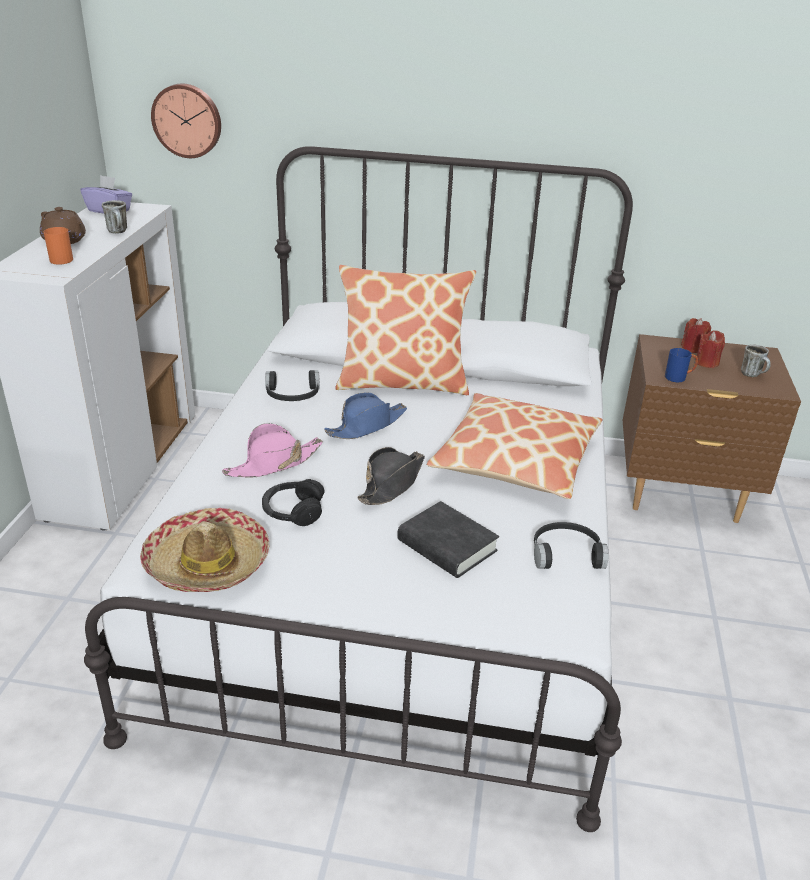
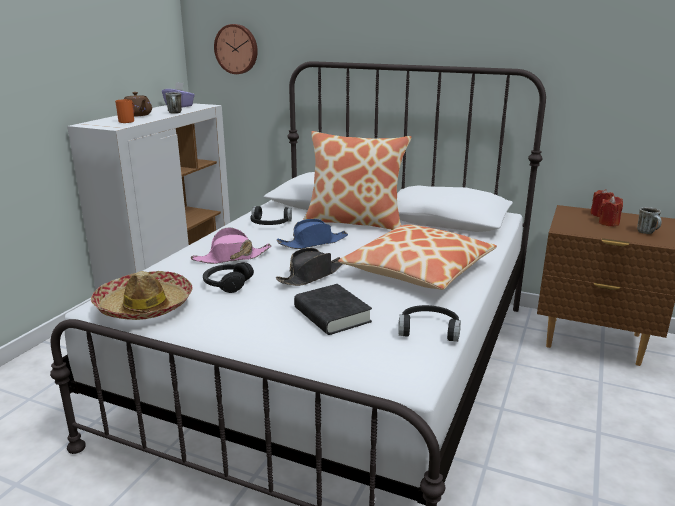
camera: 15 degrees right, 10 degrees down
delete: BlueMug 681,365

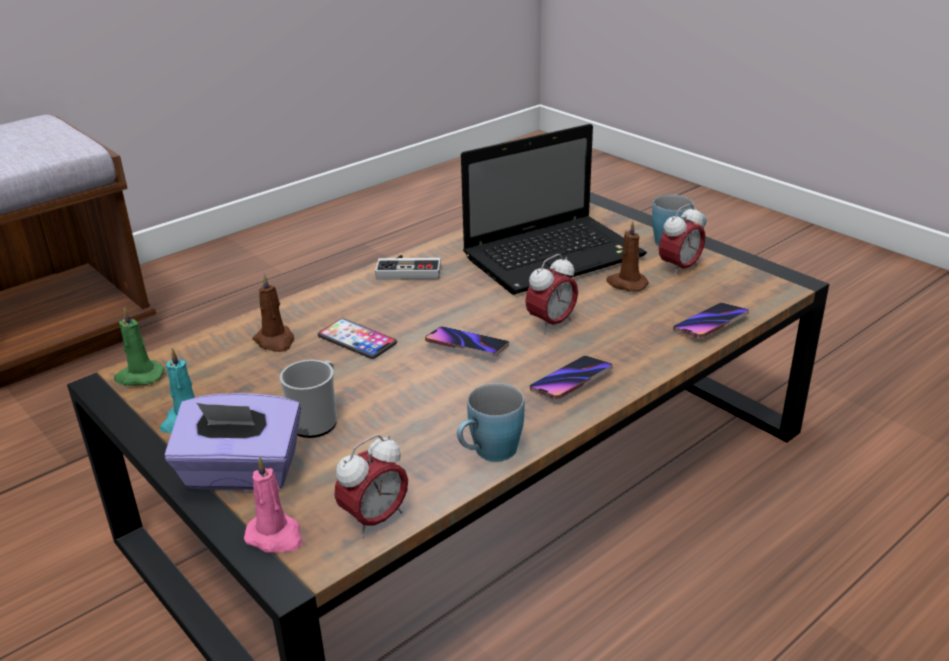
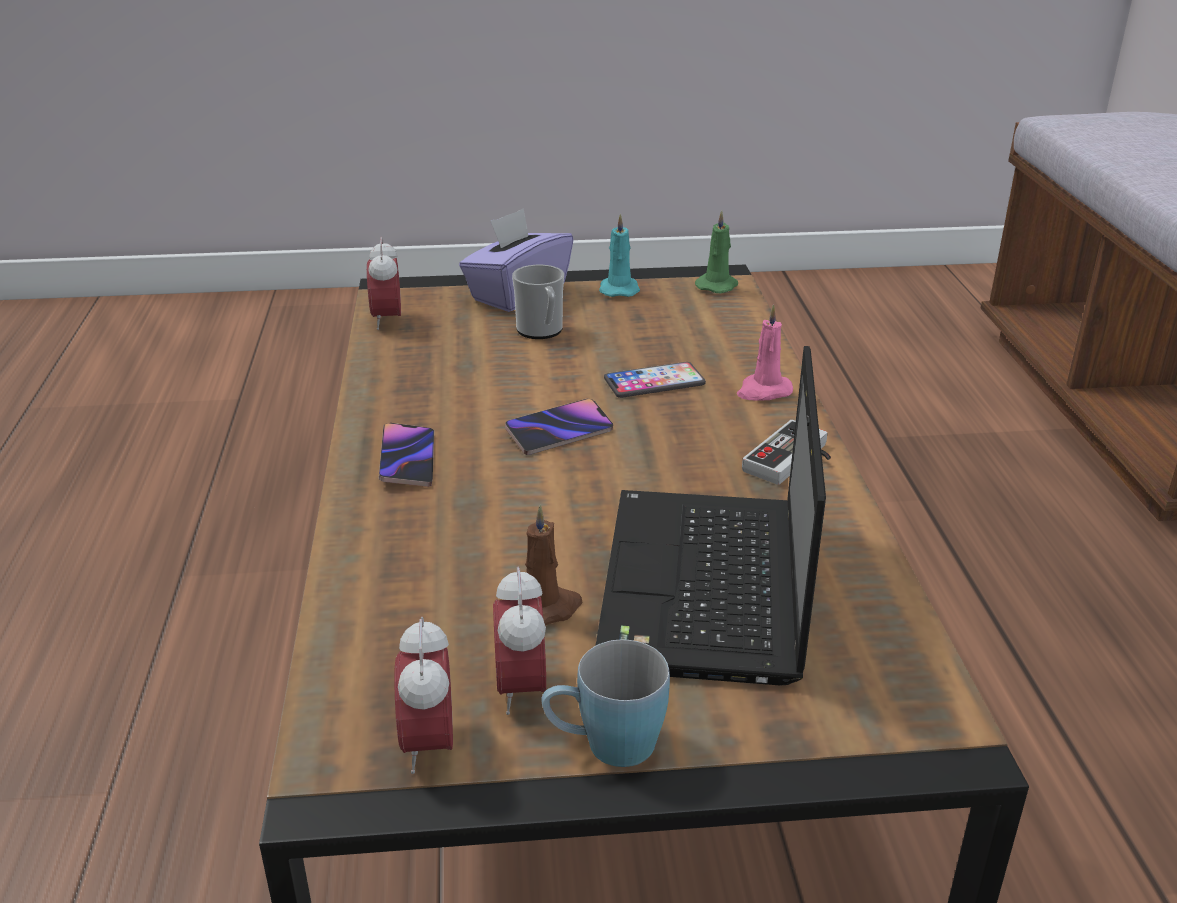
camera: 125 degrees right, 0 degrees up
delete: BrownColouredCandle 273,312; BlueMug 491,422; Phone 711,320
move: PinkColouredCandle 273,504 to 765,352; AlarmClock 551,294 to 423,695

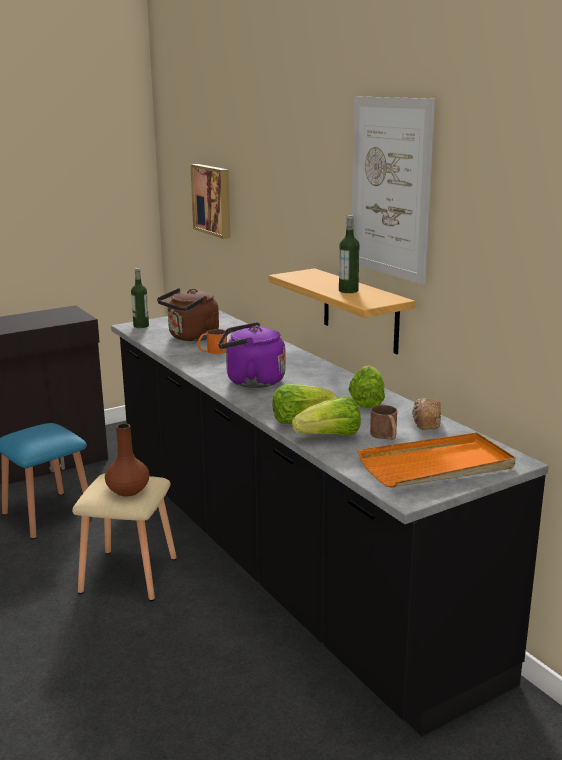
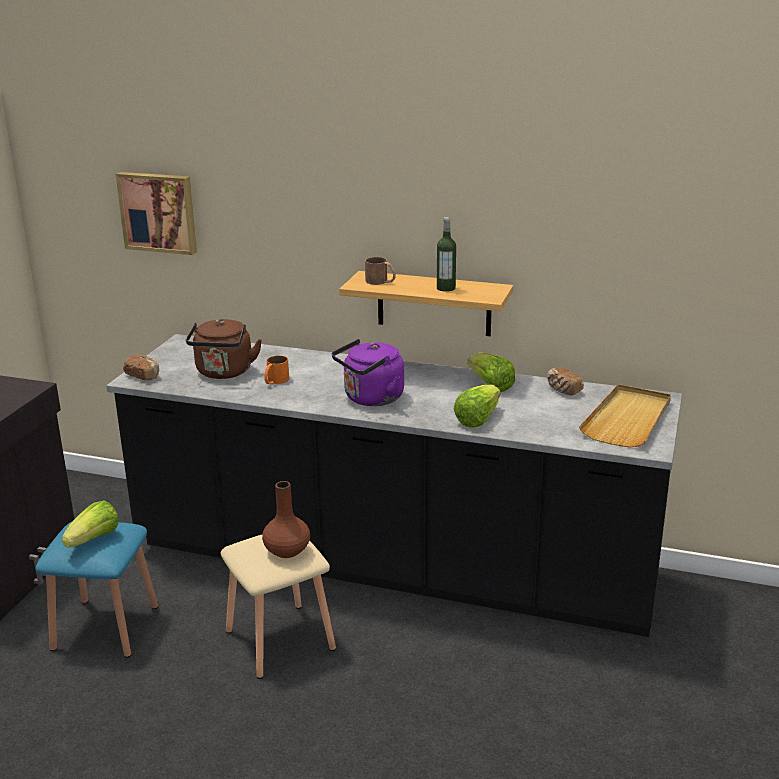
camera: 40 degrees left, 5 degrees up
delete: WallArt 393,190
move: Lettuce 326,416 to 90,524; BrownColouredMug 383,422 to 380,271
replace: BeverageBottle 140,298 to Bread 141,367
recolor: OrangeColouredServingTray 437,460 to BeigeServingTray 625,416

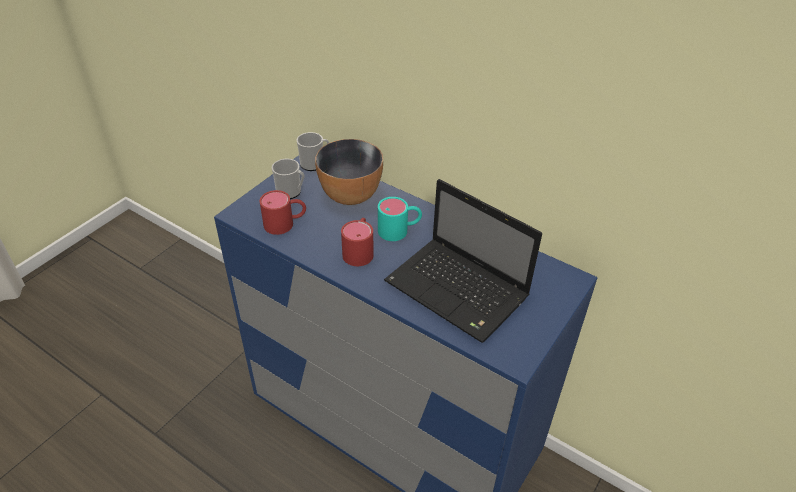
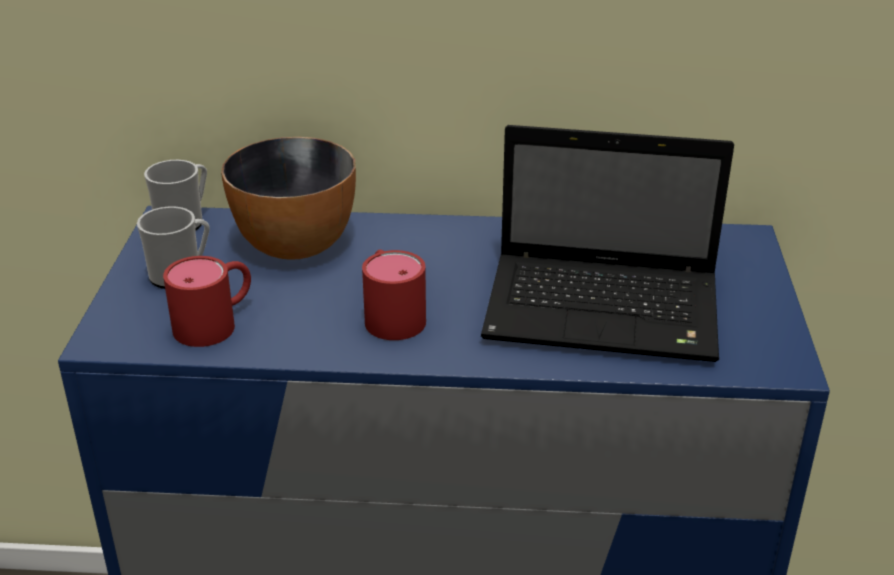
camera: 30 degrees left, 10 degrees down
delete: TurquoiseColouredMug 400,219

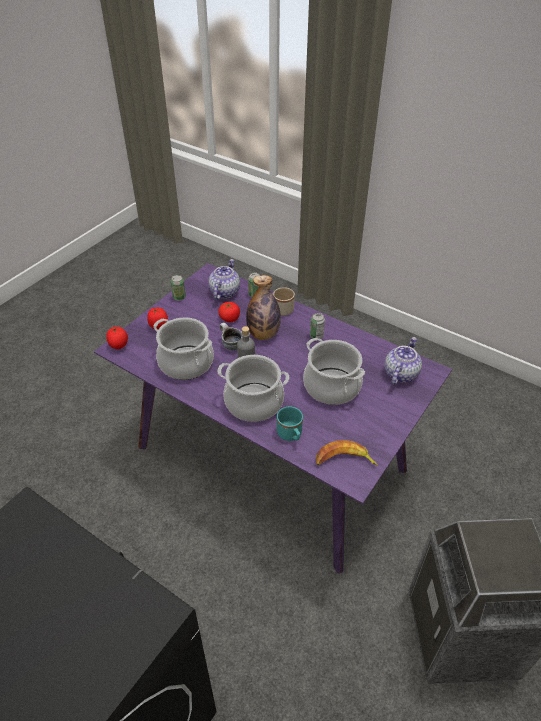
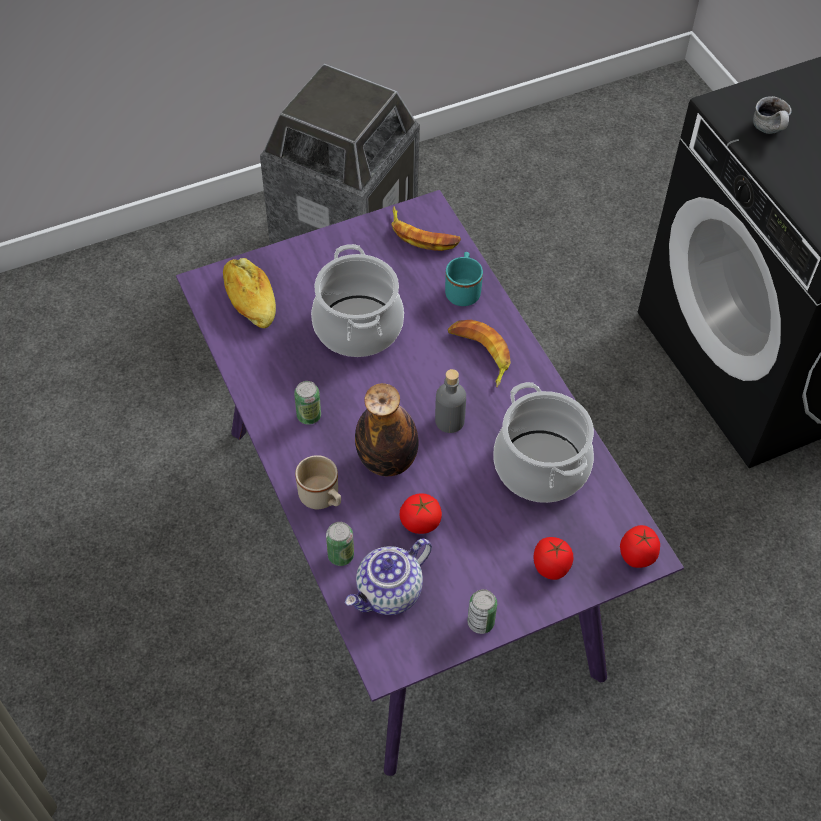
camera: 150 degrees left, 10 degrees up
move: Mug 231,336 to 772,115
replace: Saucepot 253,388 to WholeBanana 479,353; PotForTea 403,361 to Bread 249,293

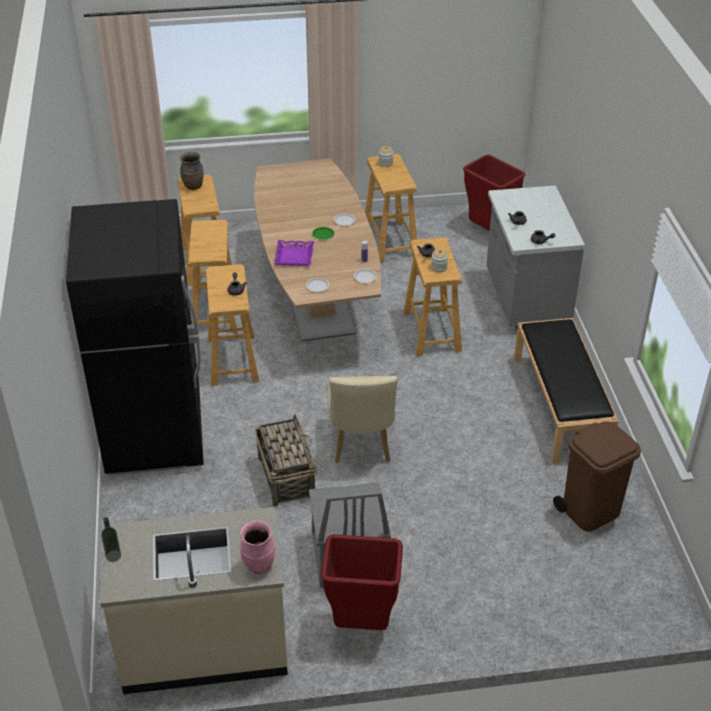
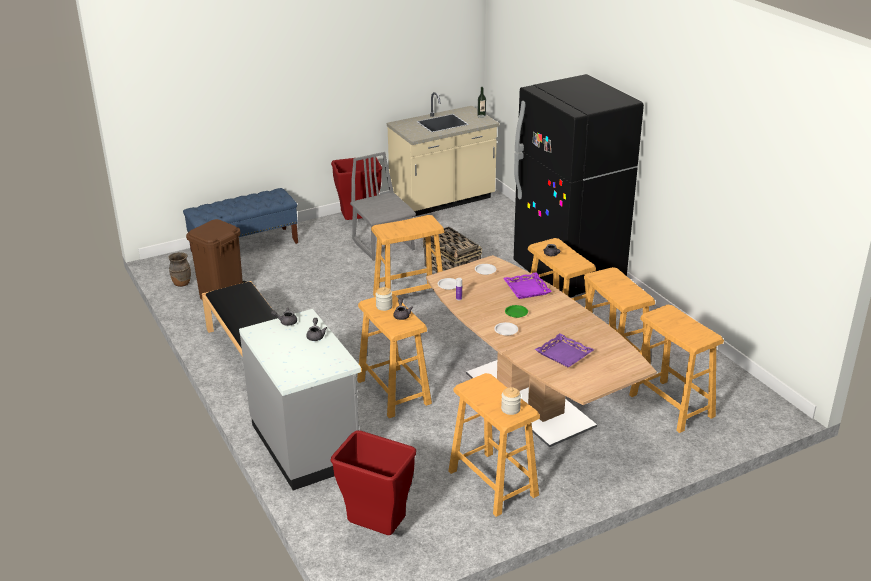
camera: 160 degrees right, 10 degrees down
delete: PinkColouredVase 257,547
insert: BlueLongSeat 240,220; PurpleServingTray 564,350
move: BrownColouredVase 192,171 to 179,269
replace: BeigeChair 363,419 to BeigeStool 407,259

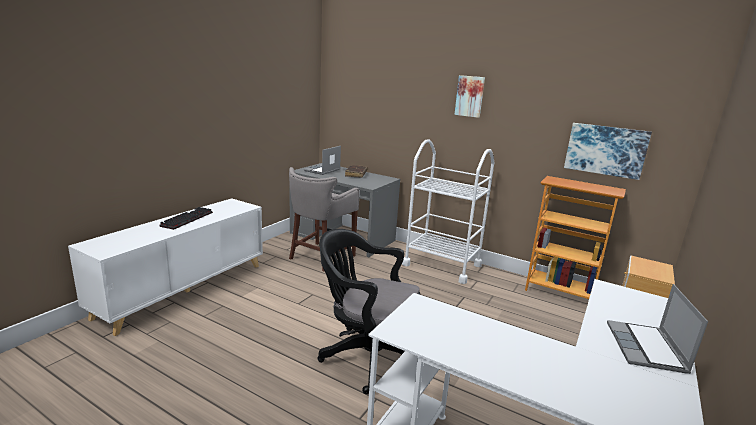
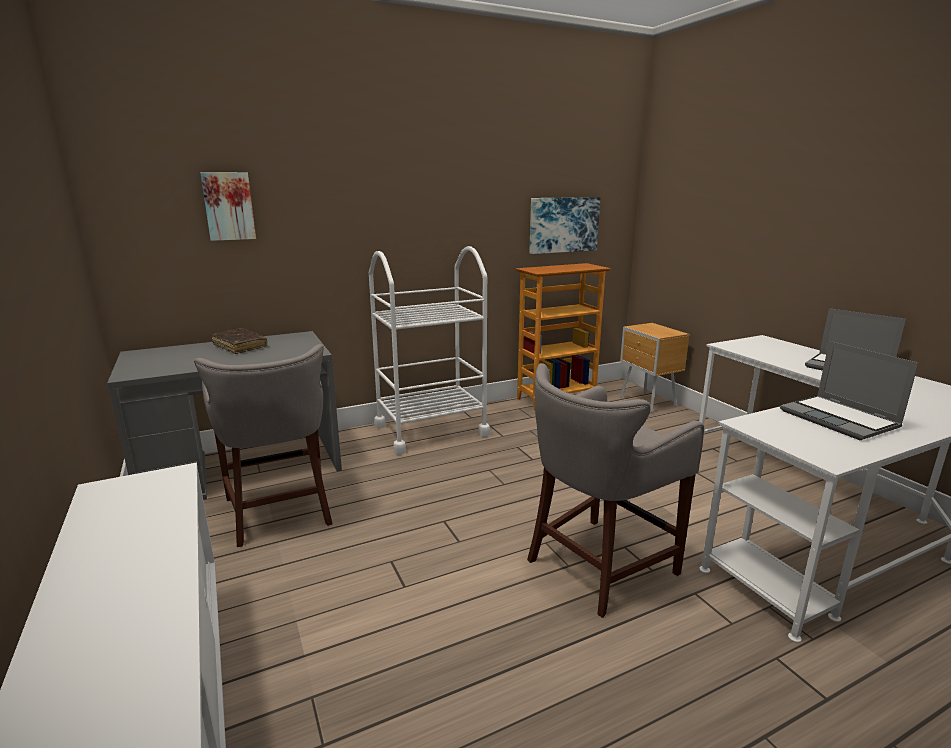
camera: 55 degrees left, 0 degrees up
delete: PcKeyboard 186,218
move: PortableComputer 322,160 to 849,390; WallArt 469,96 to 228,206
replace: BlackDeskChair 368,311 to GreyishStool 615,490

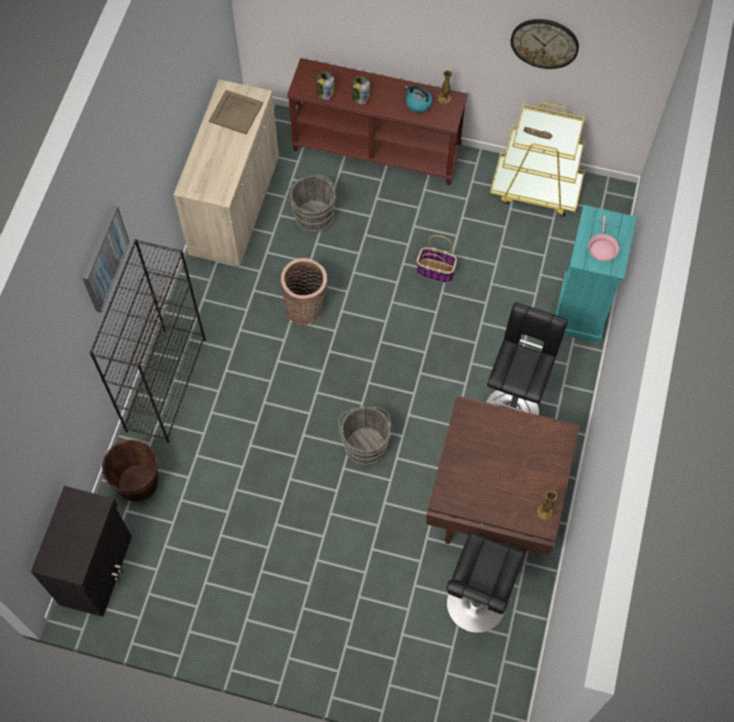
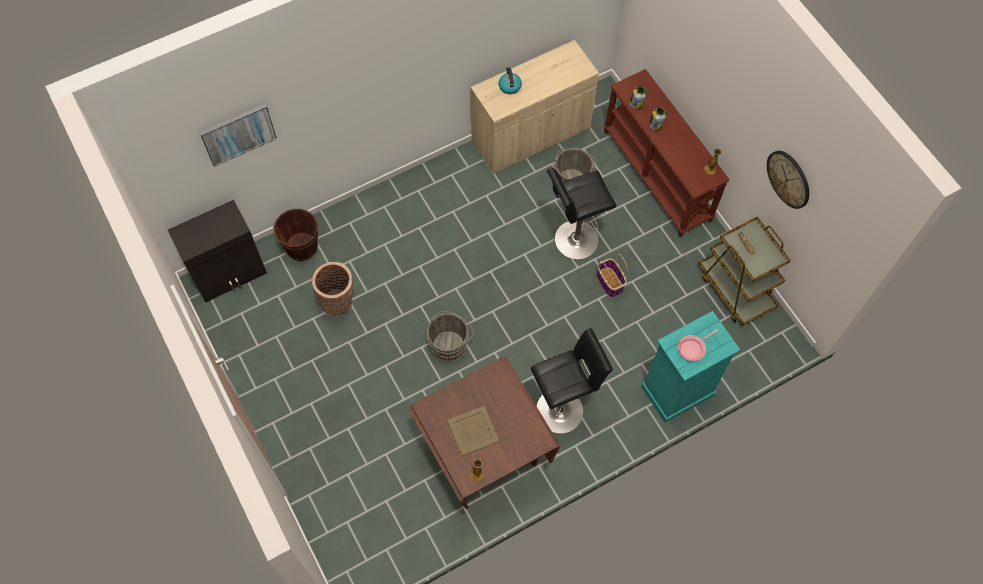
camera: 45 degrees right, 0 degrees up
delete: BlackBookcase 147,341
move: WallArt 106,259 to 238,135; BeigeServingTray 236,112 to 473,431; HouseholdBasket 304,291 to 332,289; Kettle 419,99 to 510,80; BlackStool 485,582 to 581,213
recolor: YellowTrolley 537,159 to BrownColouredTrolley 744,271

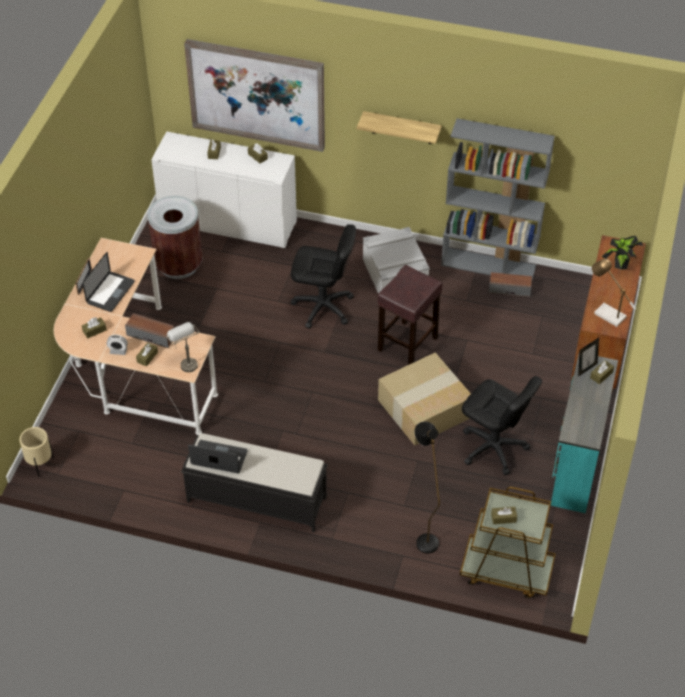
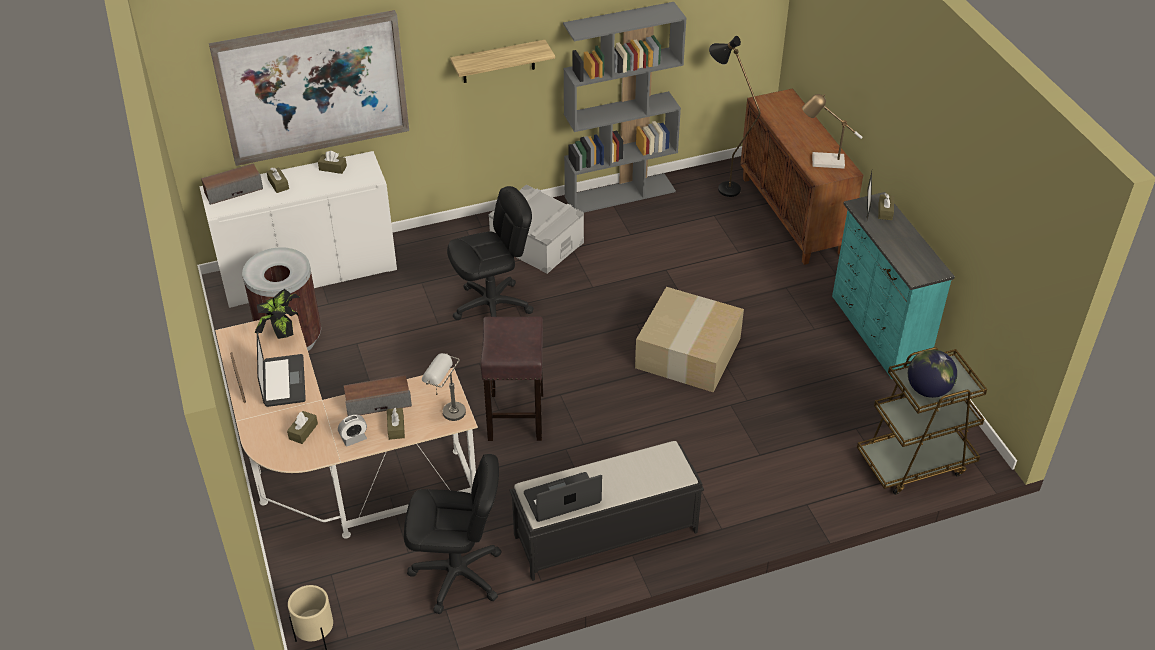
camera: 35 degrees left, 5 degrees down
move: BrownColouredStool 410,315 to 511,378; BlackStandardLamp 427,487 to 734,116; BlackDeskChair 502,425 to 453,534; AudioSpeaker 510,284 to 232,184; PlantInAPot 622,253 to 277,314
replace: BrownColouredTissueHolder 504,515 to DeskGlobe 932,373

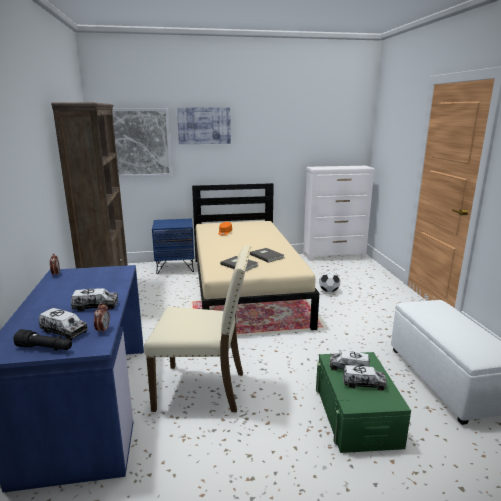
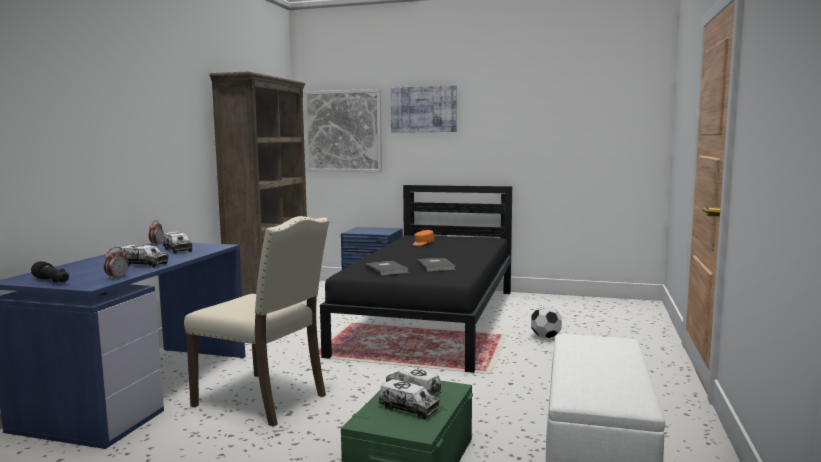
camera: 25 degrees right, 10 degrees down
delete: WhitishDrawerChest 339,213
move: ToyTruck 63,324 to 178,242
recolor: BeigeBed 255,256 to BlackBed 416,279

